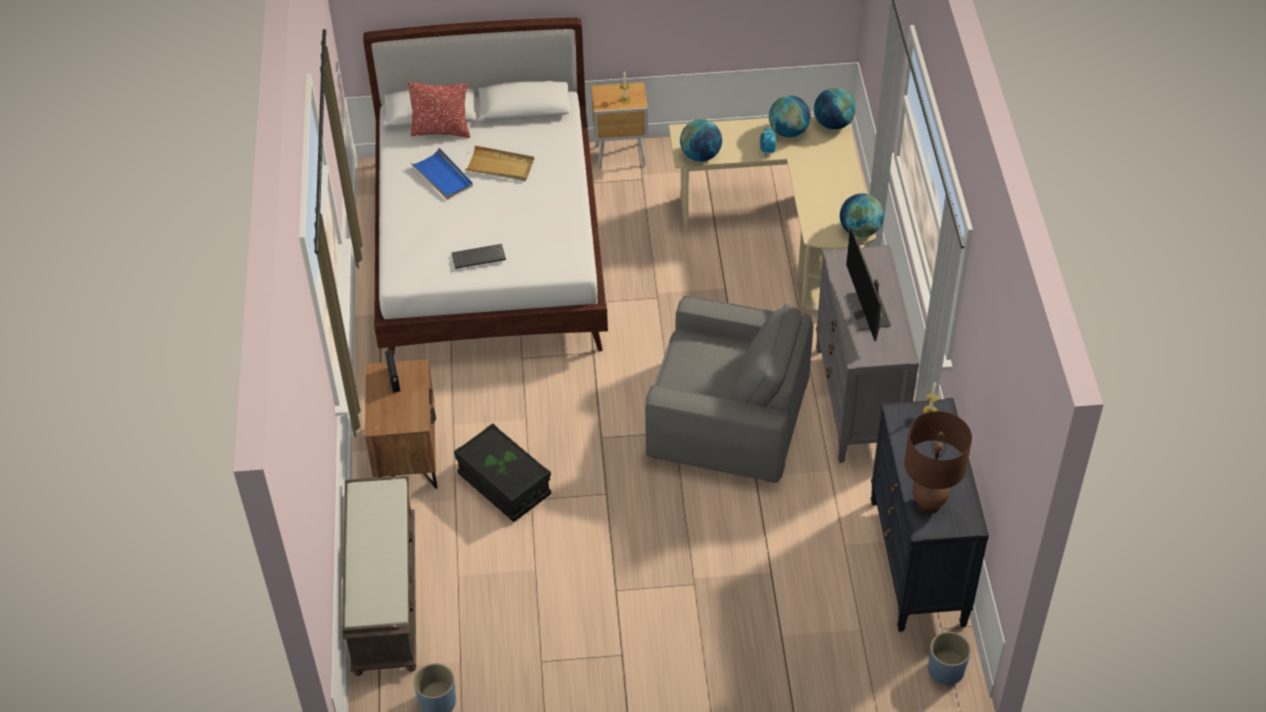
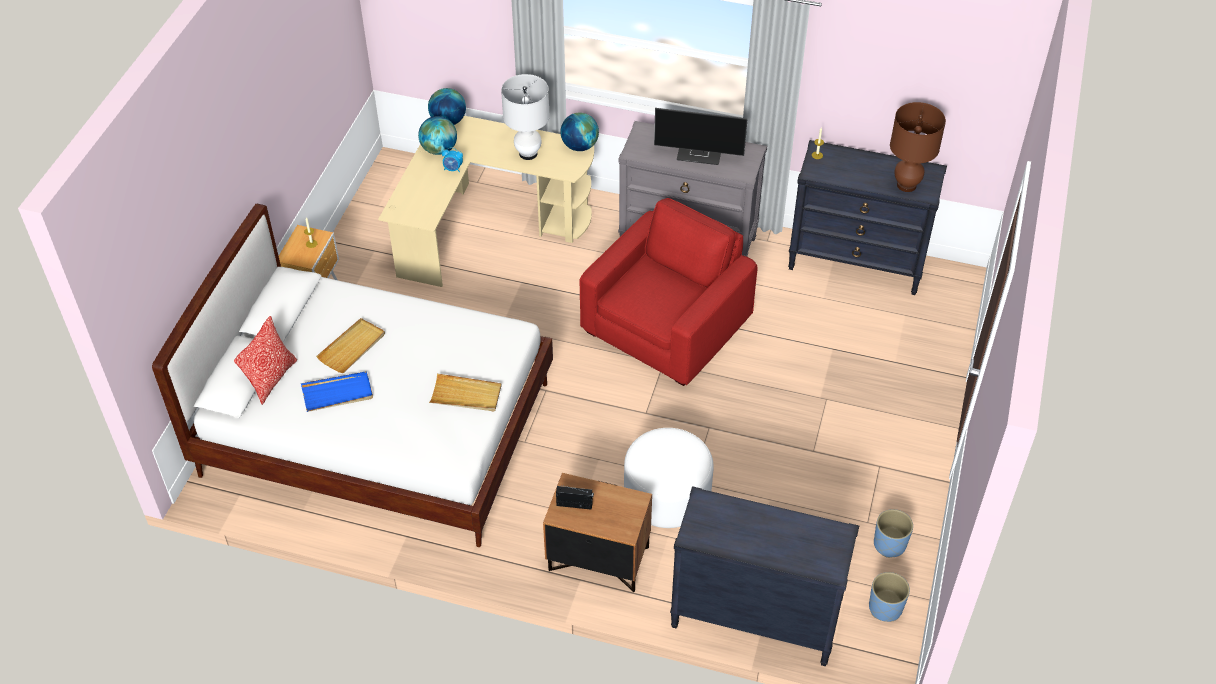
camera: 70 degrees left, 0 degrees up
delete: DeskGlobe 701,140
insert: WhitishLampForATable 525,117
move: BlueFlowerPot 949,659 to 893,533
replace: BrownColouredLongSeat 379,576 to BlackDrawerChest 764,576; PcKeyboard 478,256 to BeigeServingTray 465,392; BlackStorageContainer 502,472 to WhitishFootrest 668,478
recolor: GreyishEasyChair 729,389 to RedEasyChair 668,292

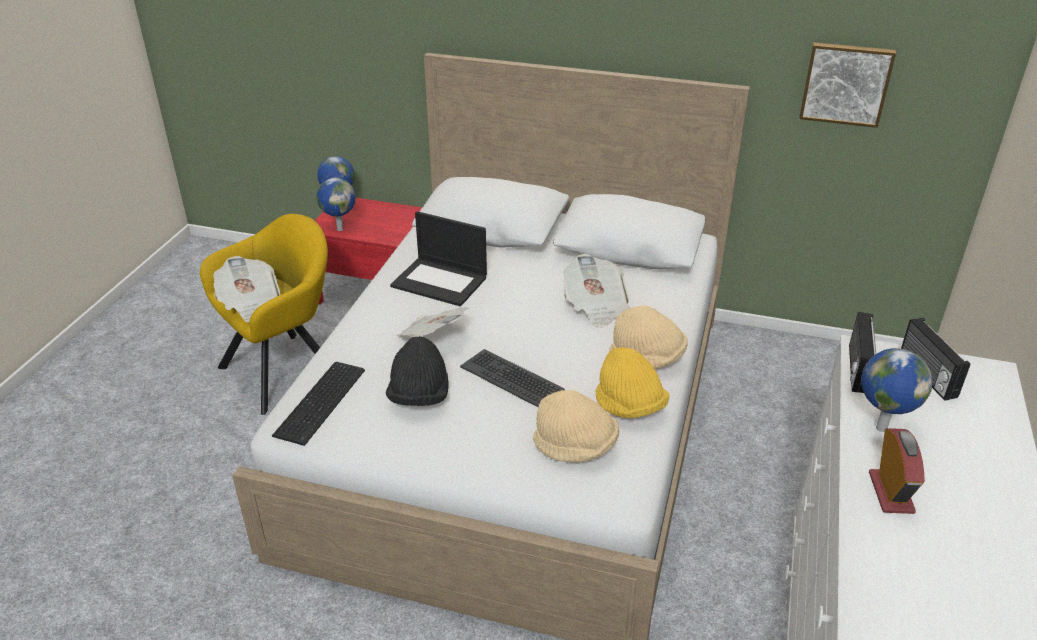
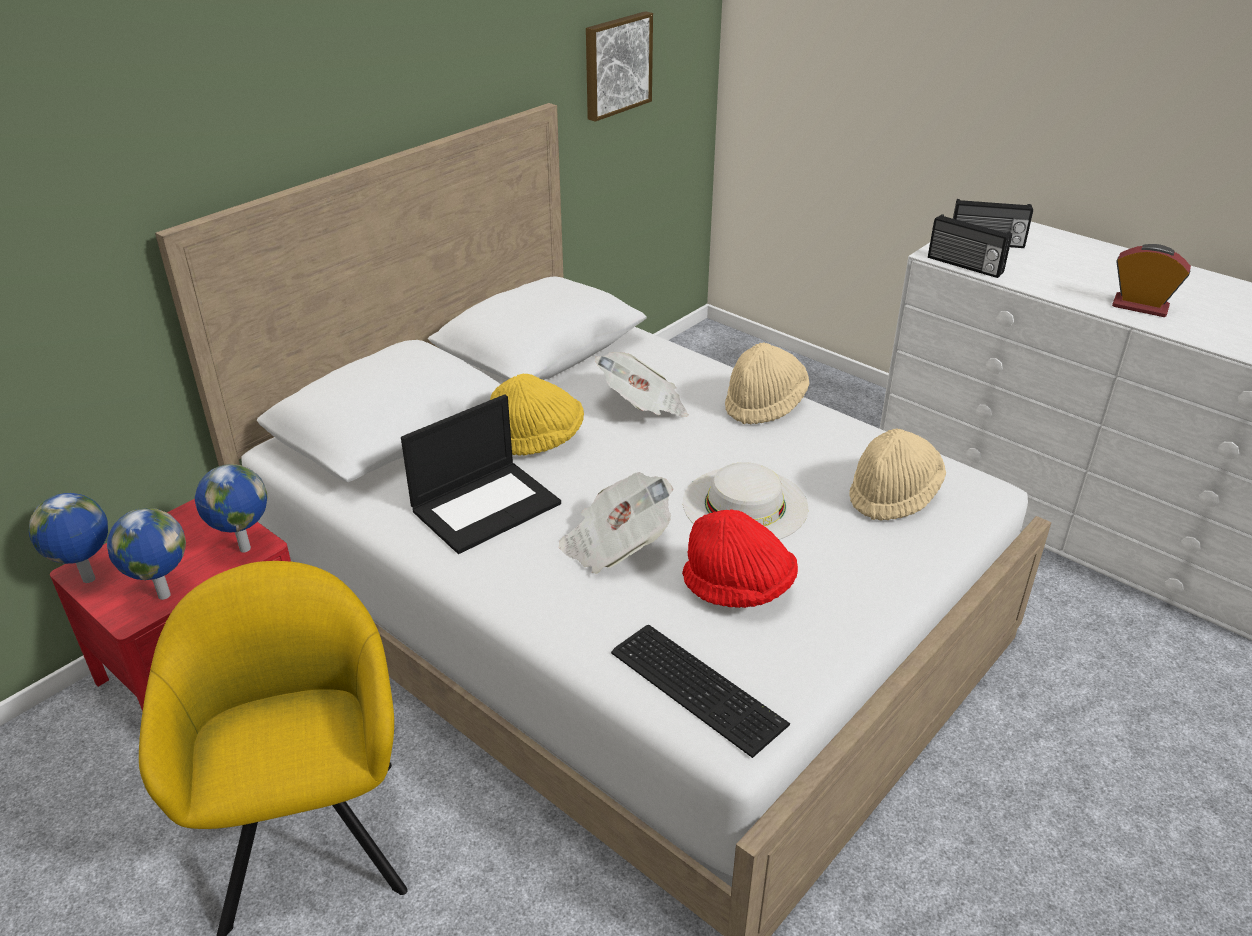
camera: 65 degrees left, 0 degrees up
delete: DailyPaper 246,289
move: YellowWearableHat 632,382 to 537,415; DeskGlobe 896,390 to 231,508
replace: PcKeyboard 512,378 to WhitishWearableHat 745,501
recolor: BlackWearableHat 417,371 to RedWearableHat 740,558

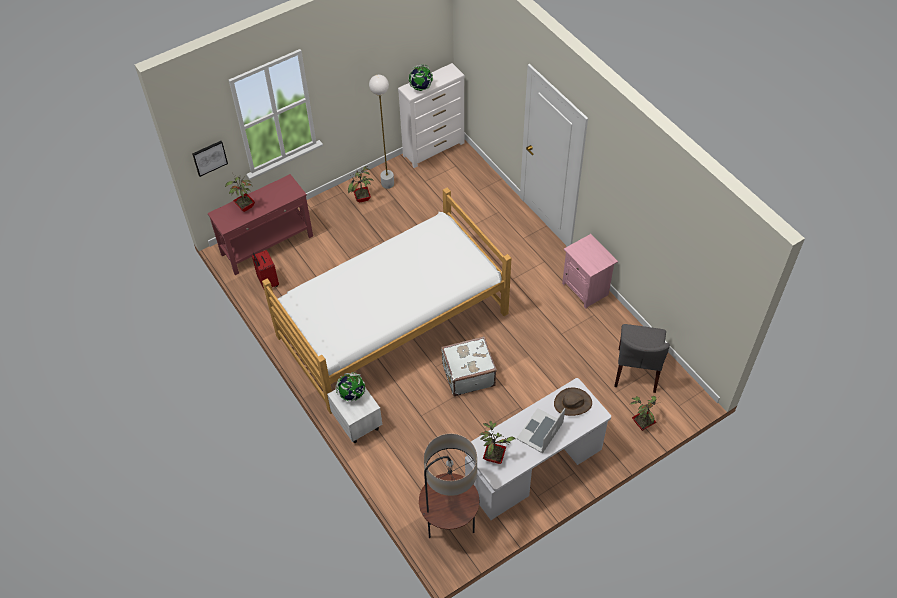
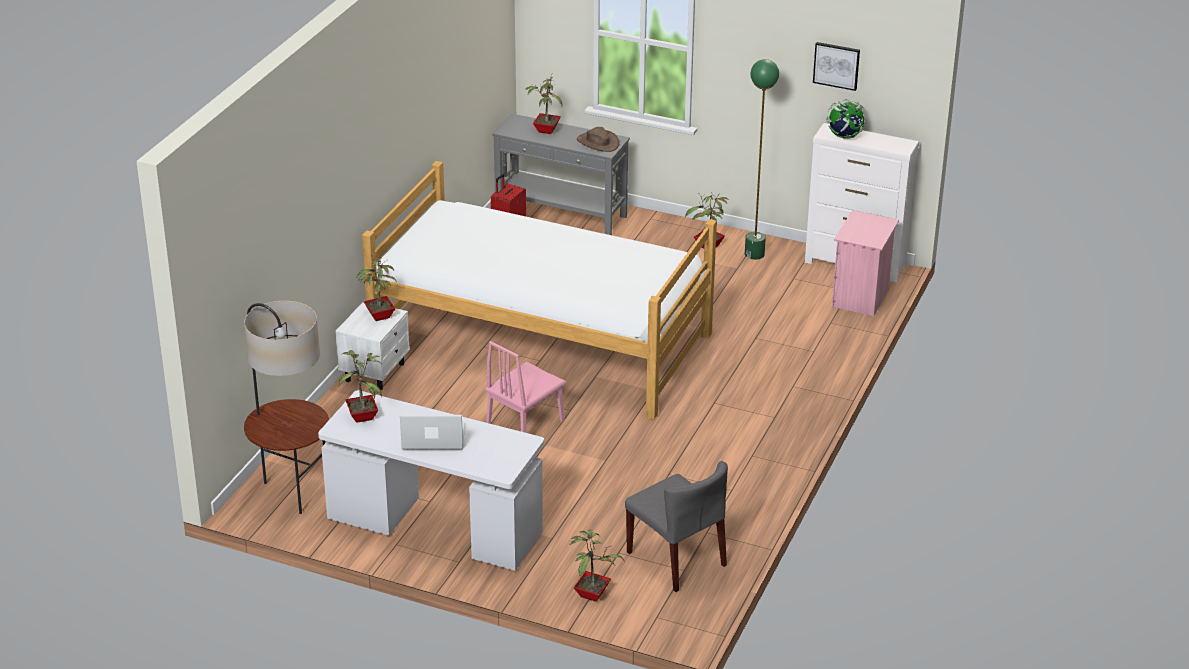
camera: 55 degrees right, 20 degrees down
move: WallArt 210,159 to 836,66; BrownColouredWearableHat 573,401 to 598,139; PinkColouredNightTable 590,271 to 865,263
replace: DeskGlobe 350,386 to PlantInAPot 377,287; WhitishPieceOfLuggage 469,366 to PinkColouredChair 525,387
recolor: RedHallTable 260,224 to GreyishHallTable 561,174; WhitishStandardLamp 381,132 to GreenStandardLamp 762,159
rotate: GreyishChair 642,358 = 676,526 105 degrees counterclockwise

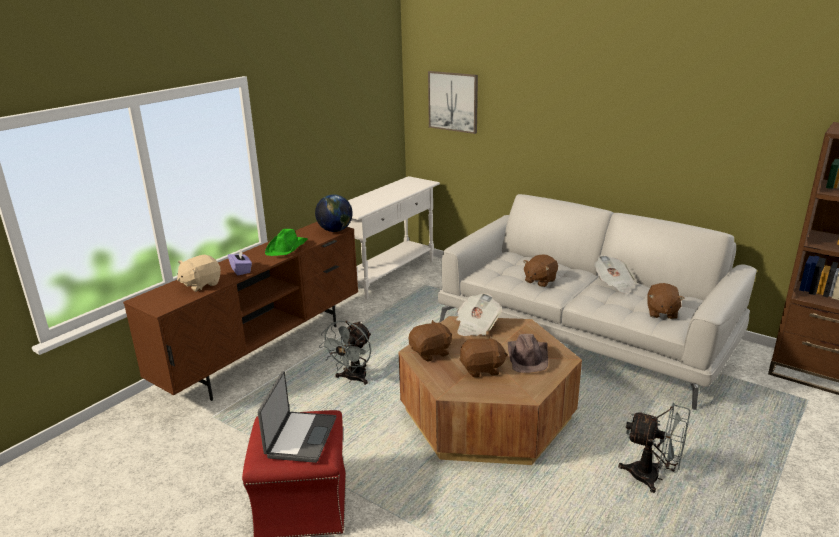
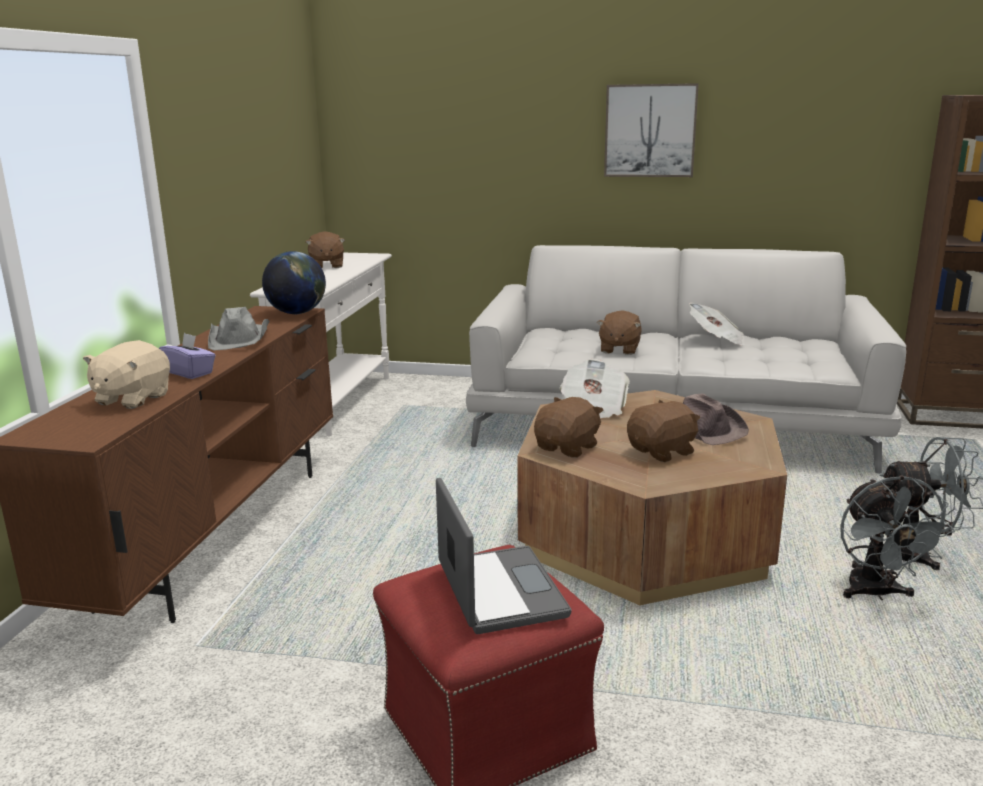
camera: 25 degrees left, 5 degrees down
move: GreyishCoolingFan 345,353 to 898,537; WallArt 453,102 to 651,130; BrownColouredPlushToy 666,301 to 325,249
recolor: GreenWearableHat 286,242 to GreyishWearableHat 238,328

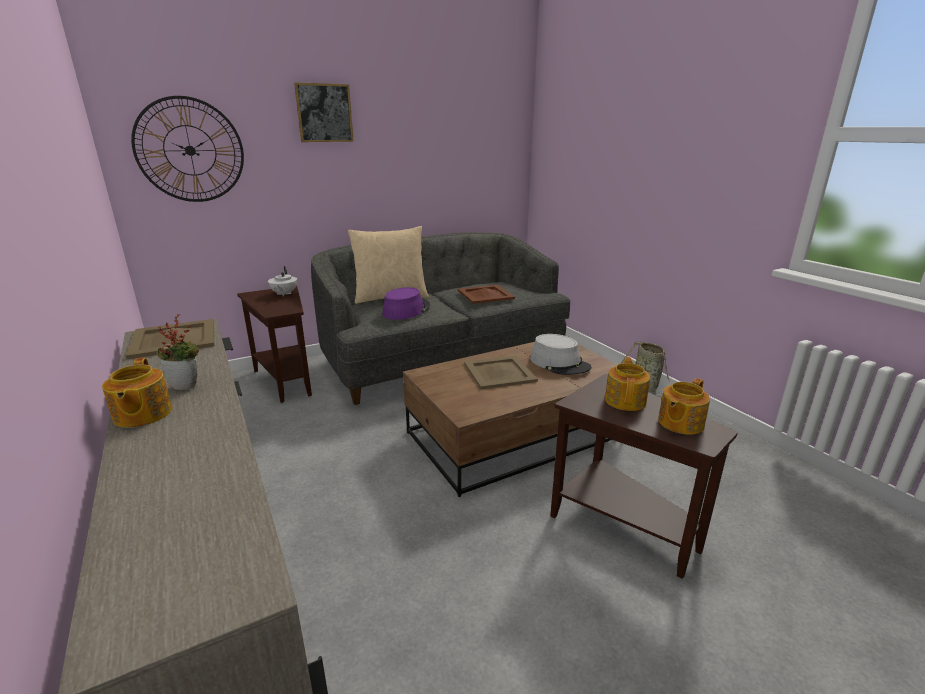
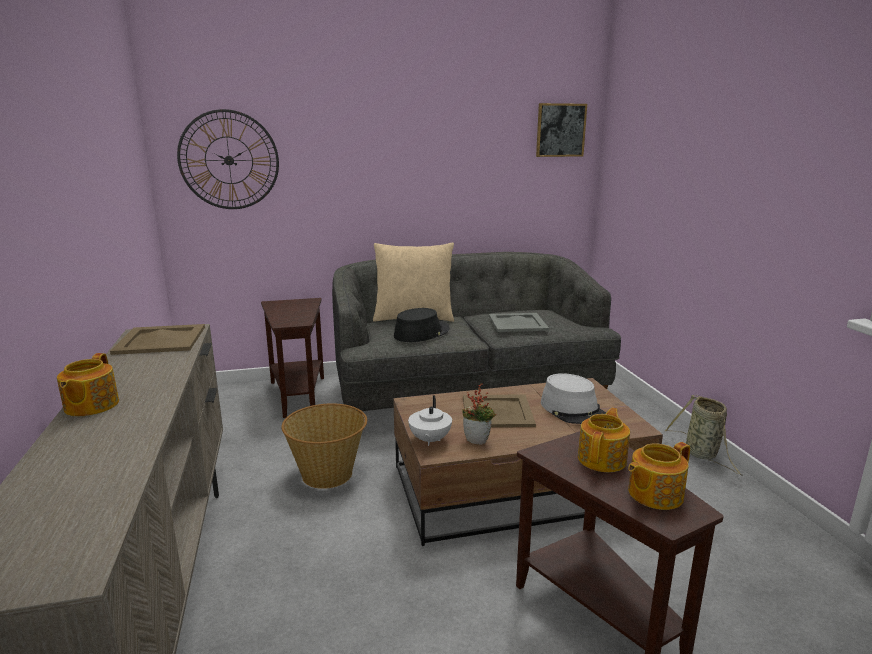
camera: 15 degrees right, 5 degrees down
insert: HouseholdBasket 324,446
move: PlantInAPot 177,352 to 479,413; WhitishPotForTea 282,281 to 430,420; WallArt 324,112 to 561,130
recolor: PurpleWearableHat 406,303 to BlackWearableHat 422,325; BrownColouredServingTray 486,294 to GreyishServingTray 519,322

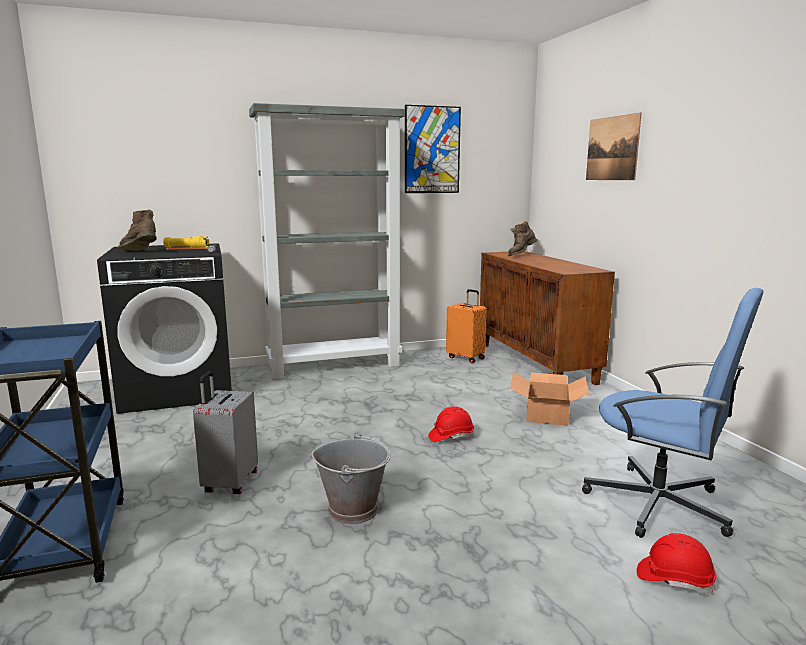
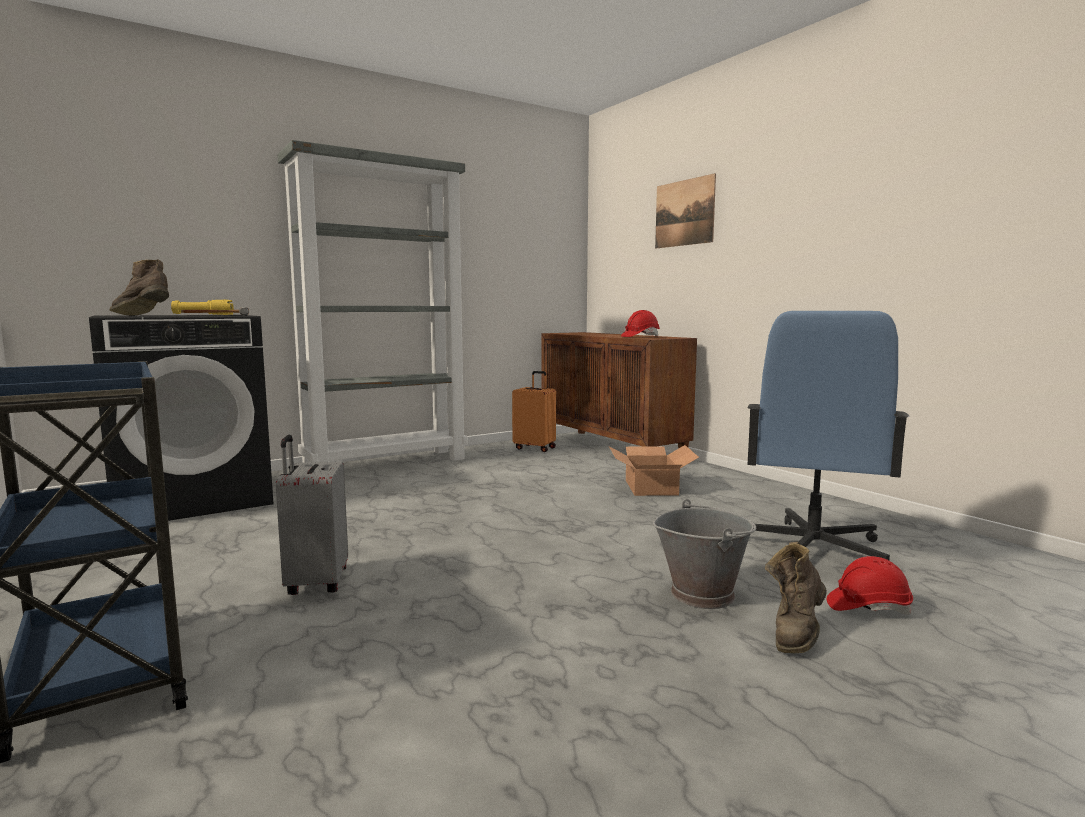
camera: 15 degrees left, 5 degrees down
delete: WallArt 433,149
move: GreyishBucket 351,477 to 704,554; RedHardHat 451,424 to 640,323; BrownColouredBoot 523,238 to 796,597
rotate: BlueDeskChair 672,413 = 828,435 90 degrees clockwise

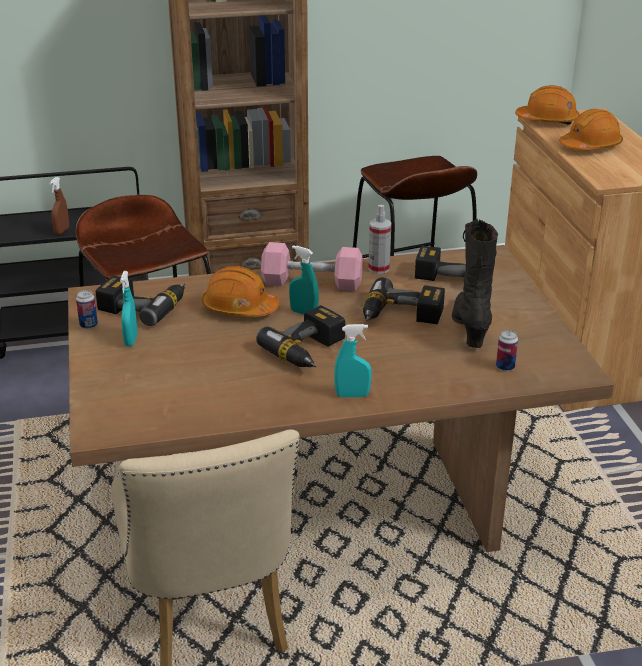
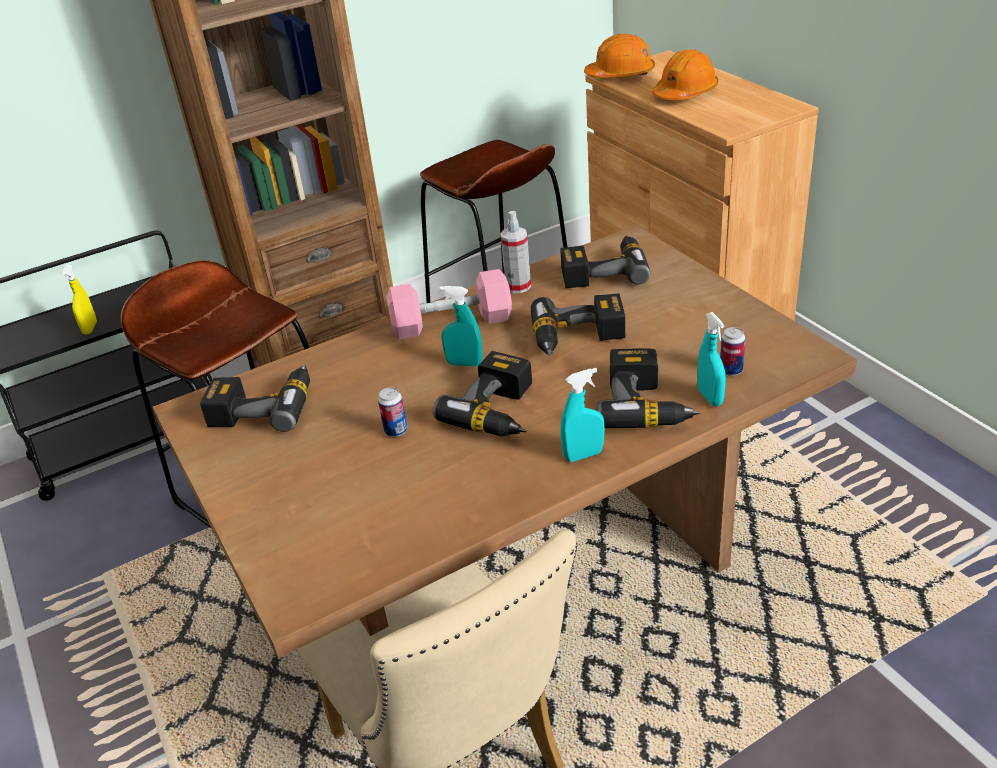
camera: 15 degrees left, 5 degrees up
delete: OrangeColouredHardHat 240,291; BlackBoot 475,283
insert: ElectricDrill 649,388
move: MetalCan 87,309 to 392,412; TurquoiseColouredSprayer 129,308 to 711,359
recolor: BrownColouredSprayer 59,206 to YellowSprayer 79,299

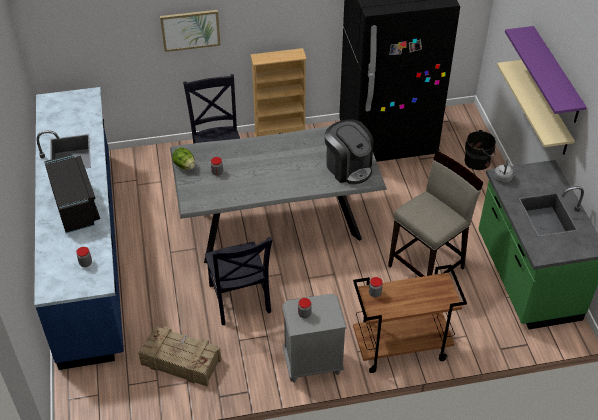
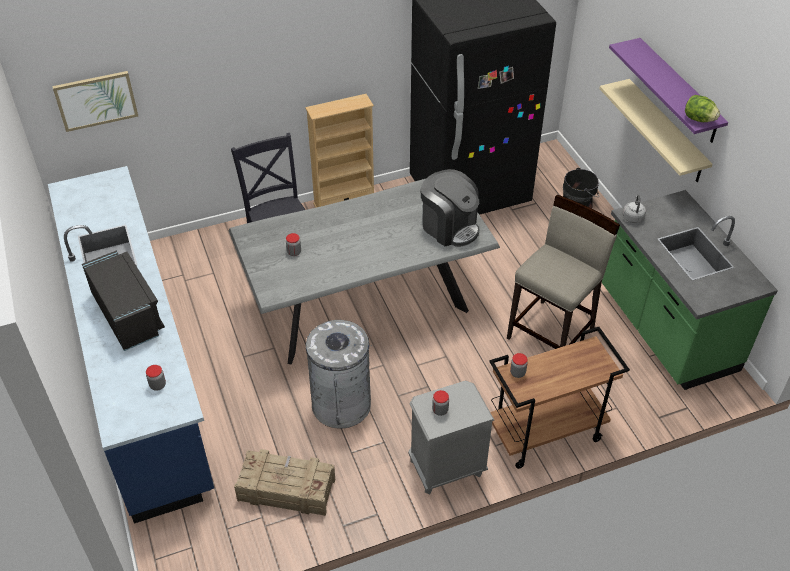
camera: 10 degrees left, 0 degrees up
move: WallArt 190,31 to 95,101; Lettuce 183,158 to 702,108
replace: BlackChair 238,281 to GreyishWasteBin 339,374

